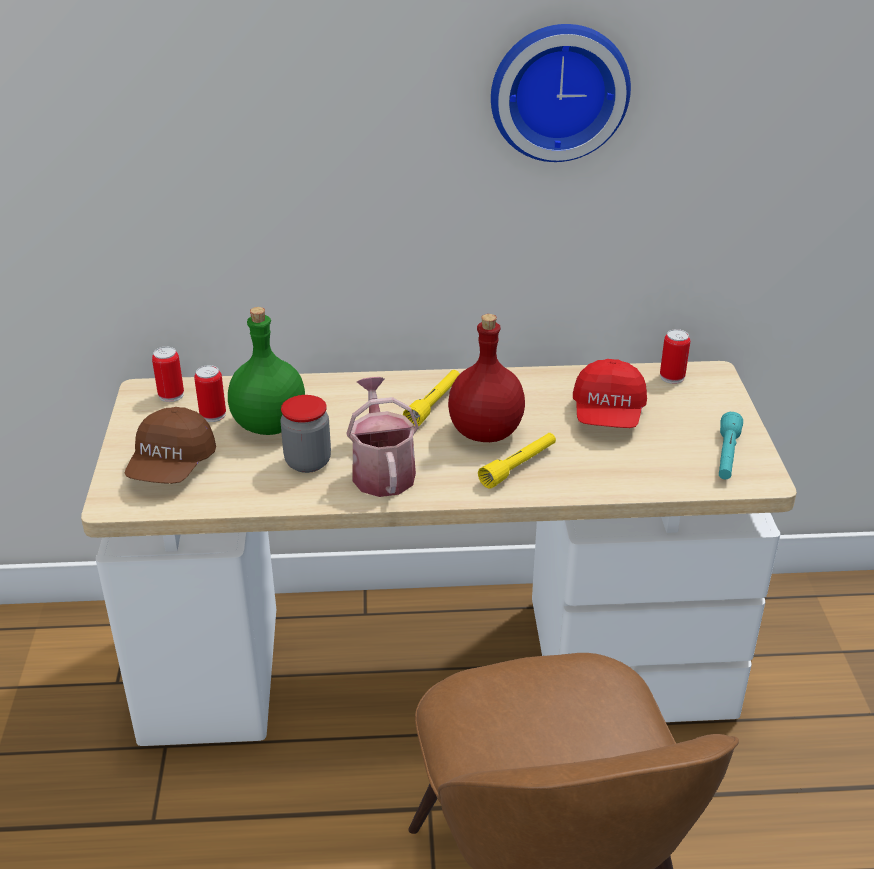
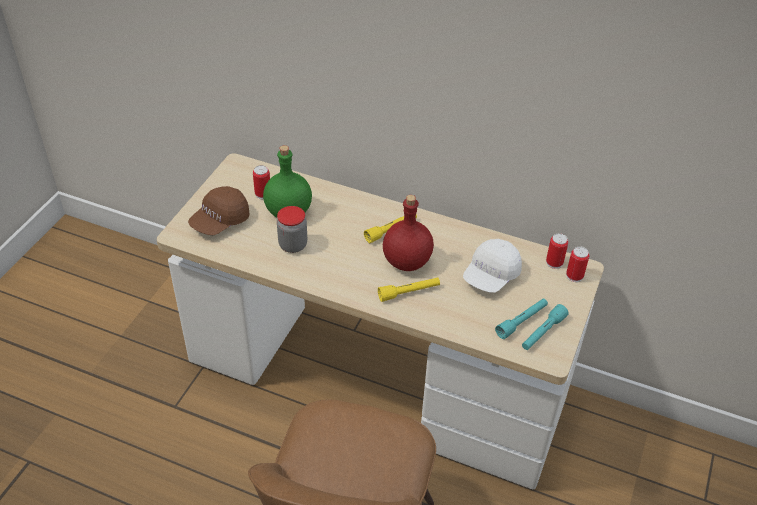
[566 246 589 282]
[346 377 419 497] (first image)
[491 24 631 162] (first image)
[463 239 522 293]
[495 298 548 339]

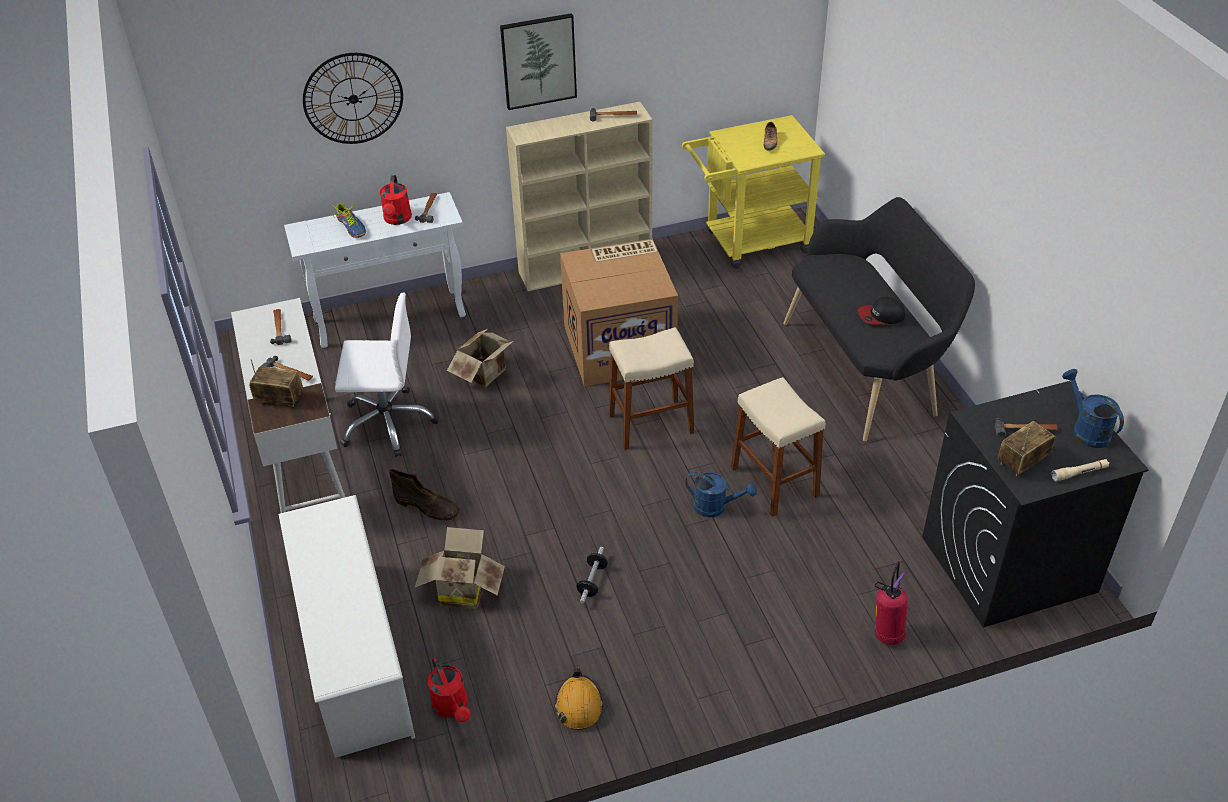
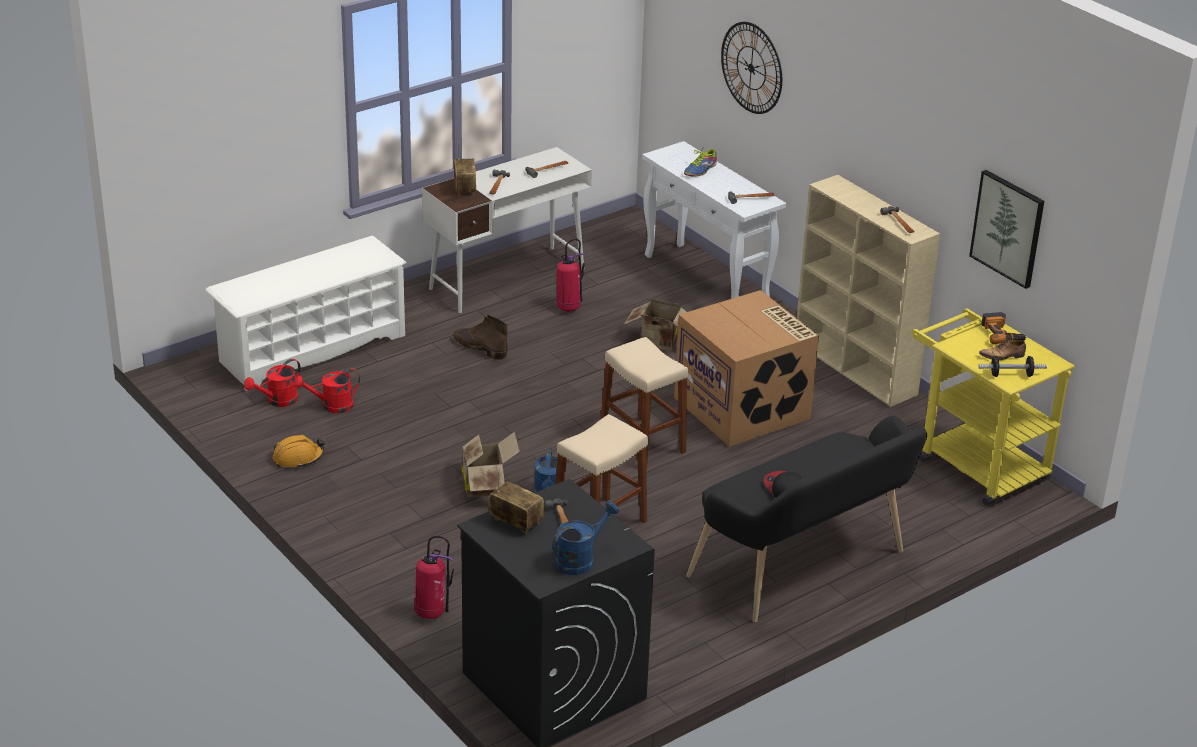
[556 238 587 312]
[294 368 360 413]
[453 315 508 360]
[460 432 520 497]
[969 170 1044 289]
[978 356 1047 377]
[1051 459 1109 481] (first image)
[981 312 1027 344]

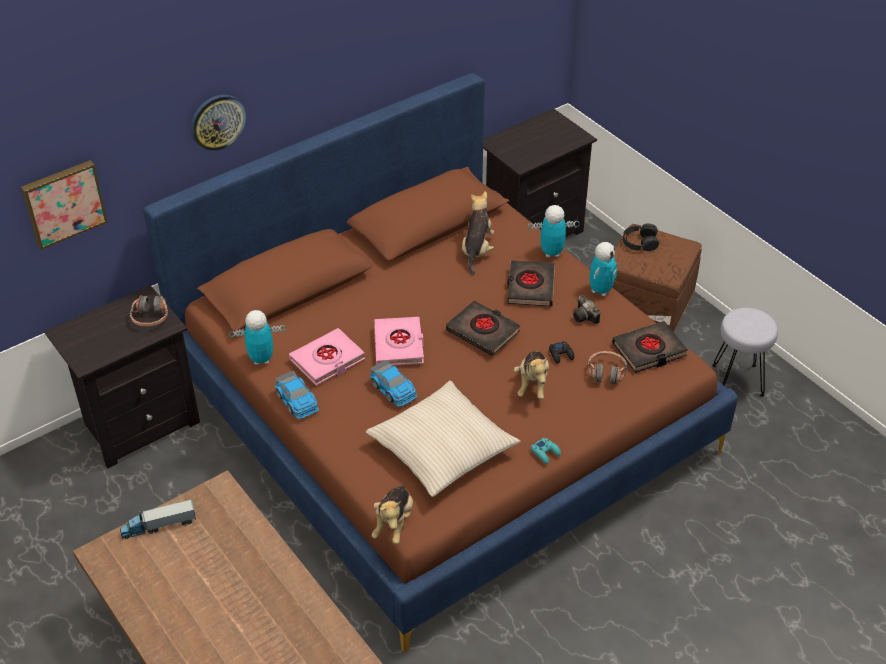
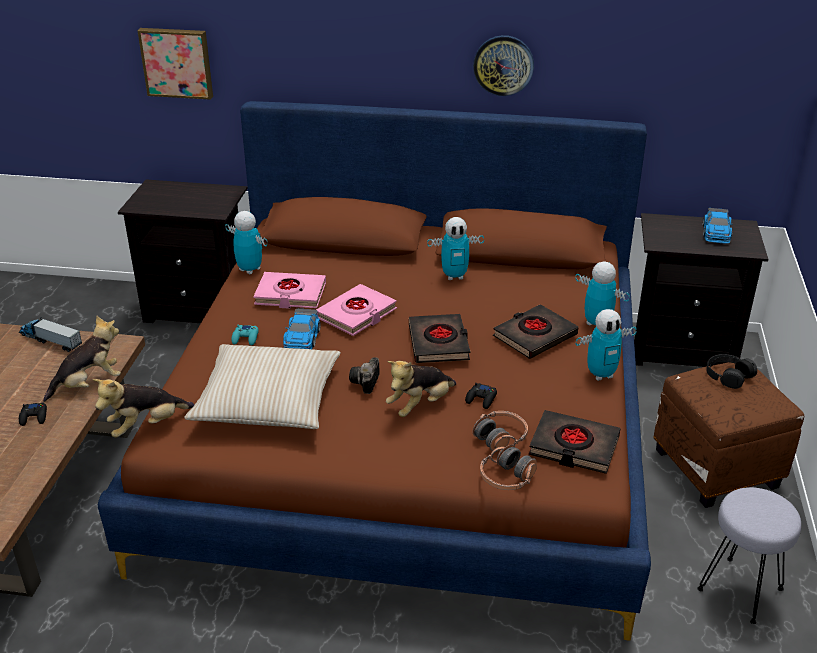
[480 445 537 490]
[473 35 534 96]
[703 208 733 244]
[43 315 121 402]
[231 325 259 345]
[349 357 380 394]
[19 402 47 426]
[427 217 484 280]

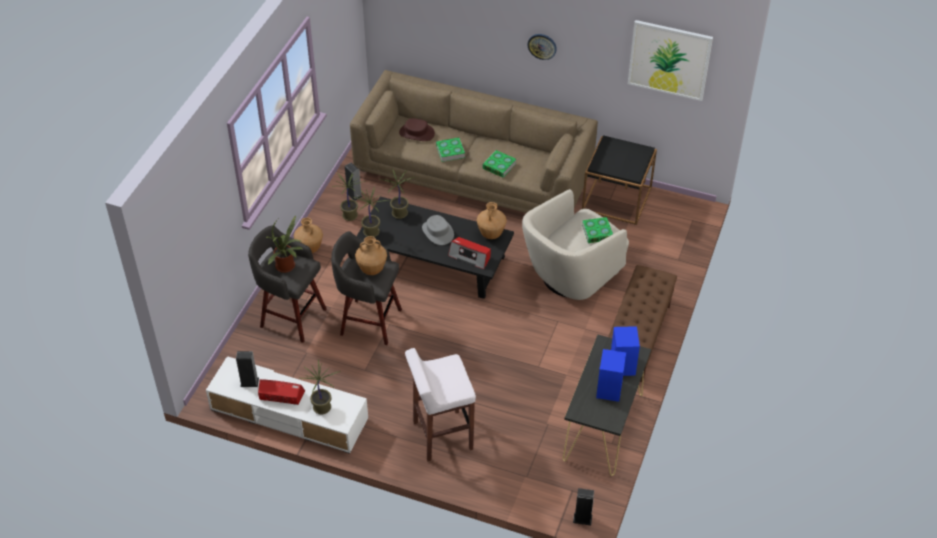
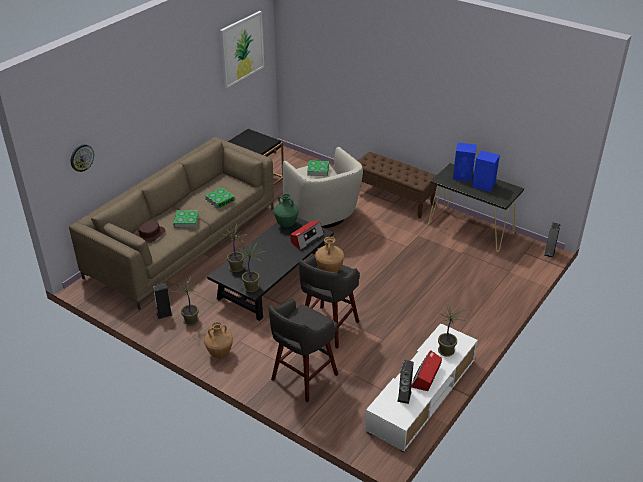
[266 216 303 273] (first image)
[405 348 476 461] (first image)
[422 215 454 245] (first image)
[273 194 299 227]
[71 144 94 172]

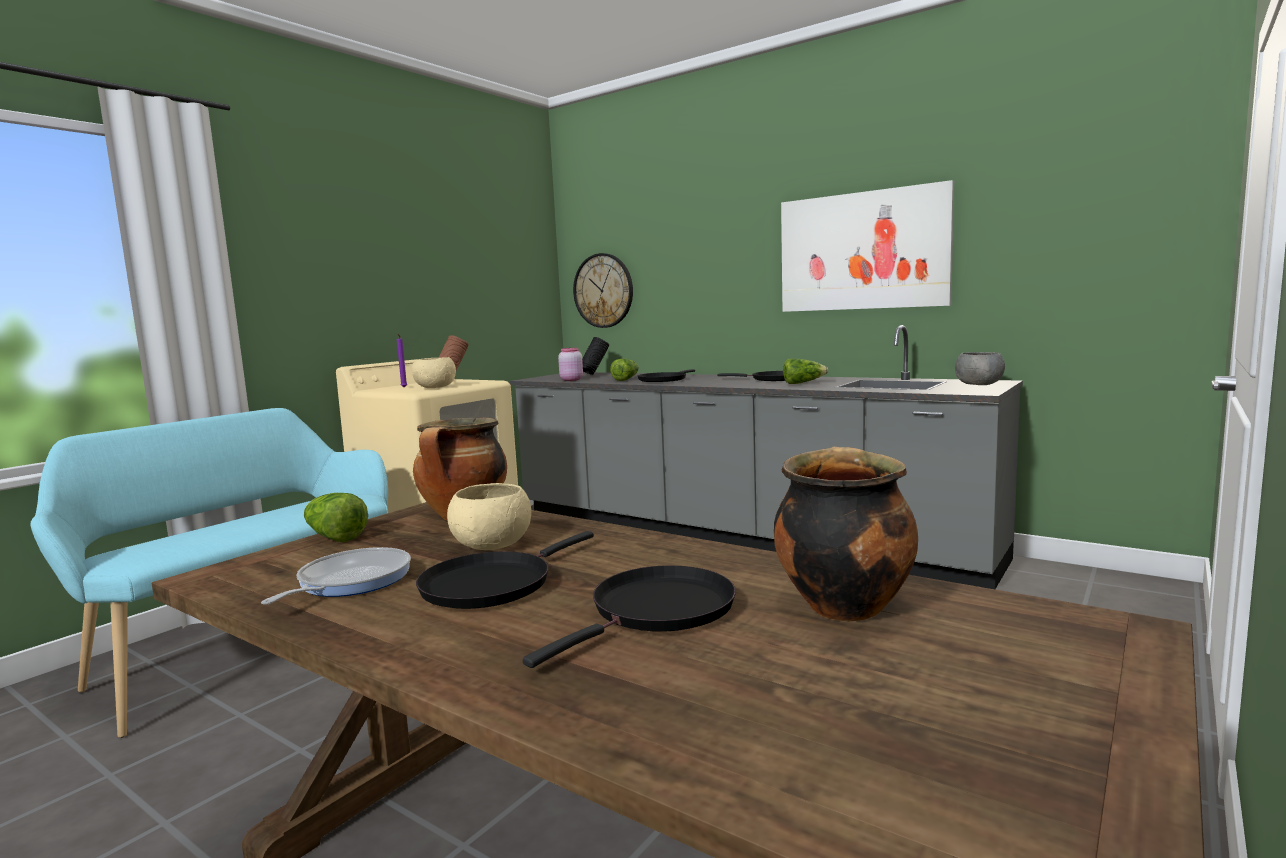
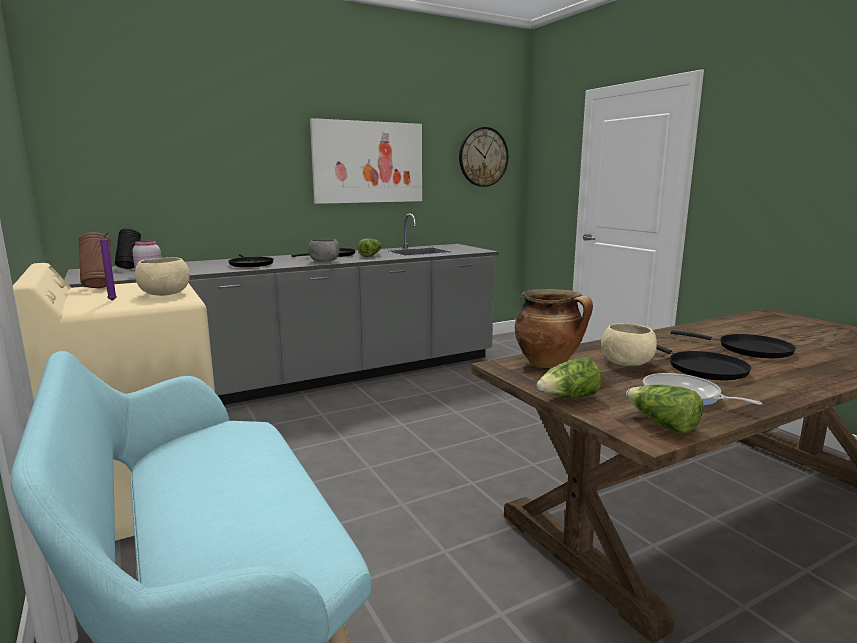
[671 330 796 358]
[459 127 508 187]
[626 384 703 434]
[774 447 918 622] (first image)
[308 239 340 262]

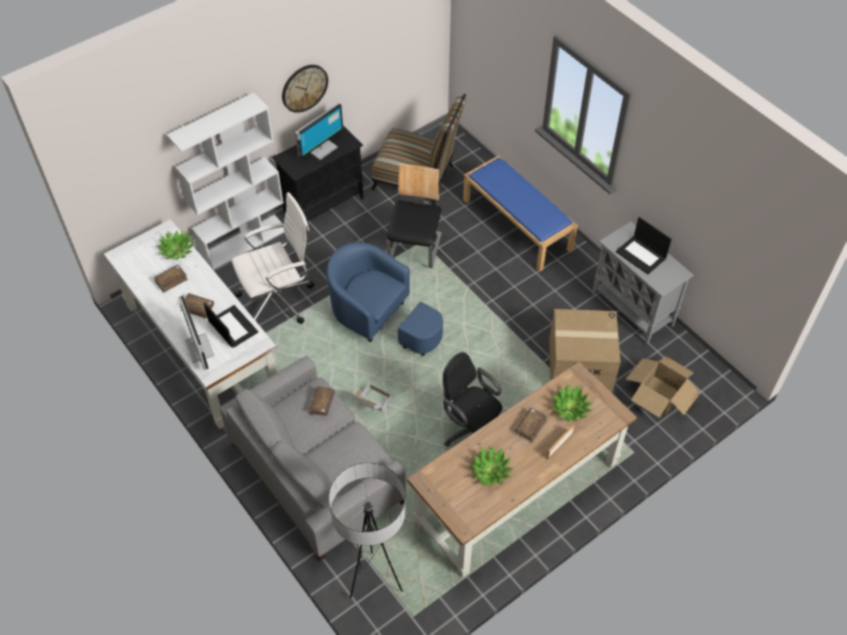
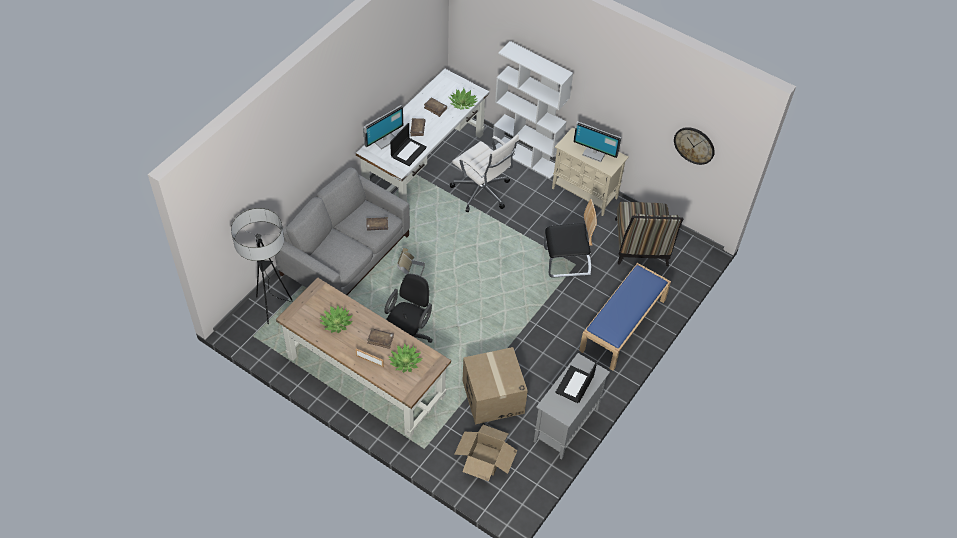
[552 127 629 216]
[674 127 715 165]
[327 242 443 356] (first image)

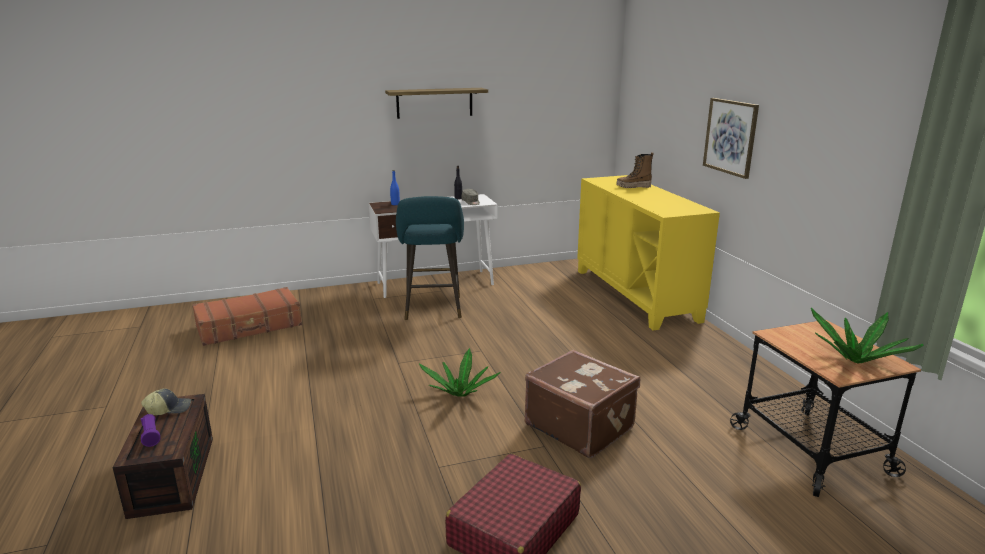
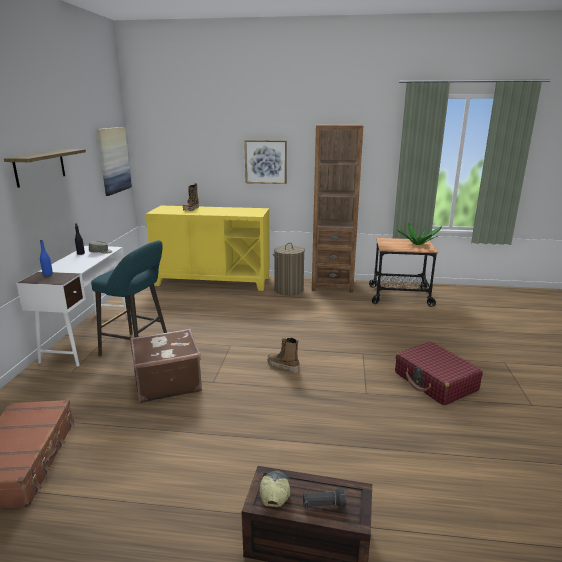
[302 488 346 509]
[268 338 300 373]
[130 329 202 403]
[97 127 132 196]
[273 243 305 296]
[312 124 363 293]

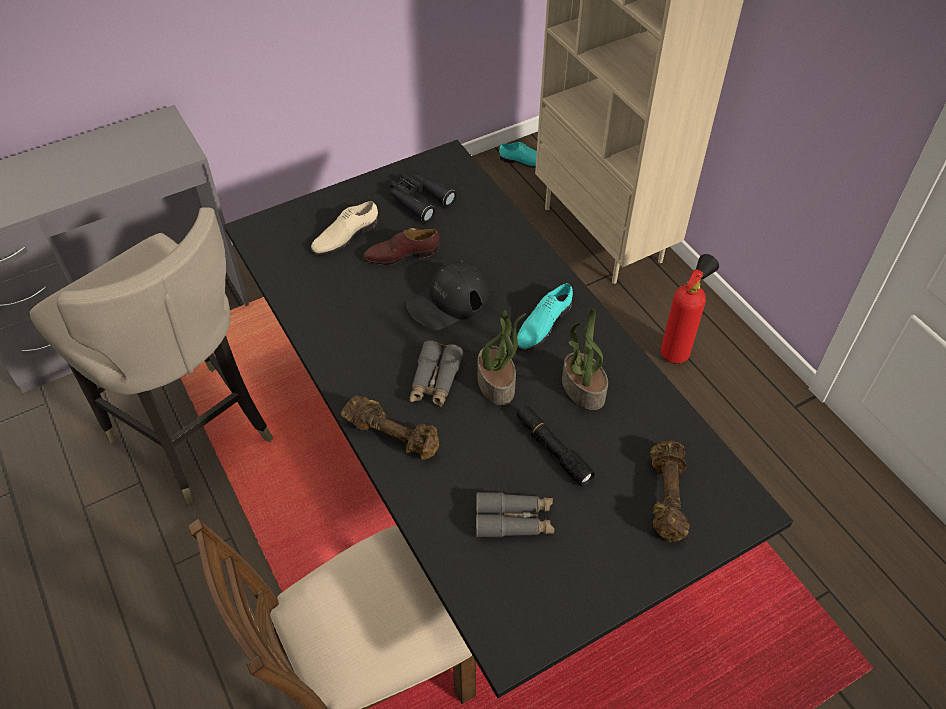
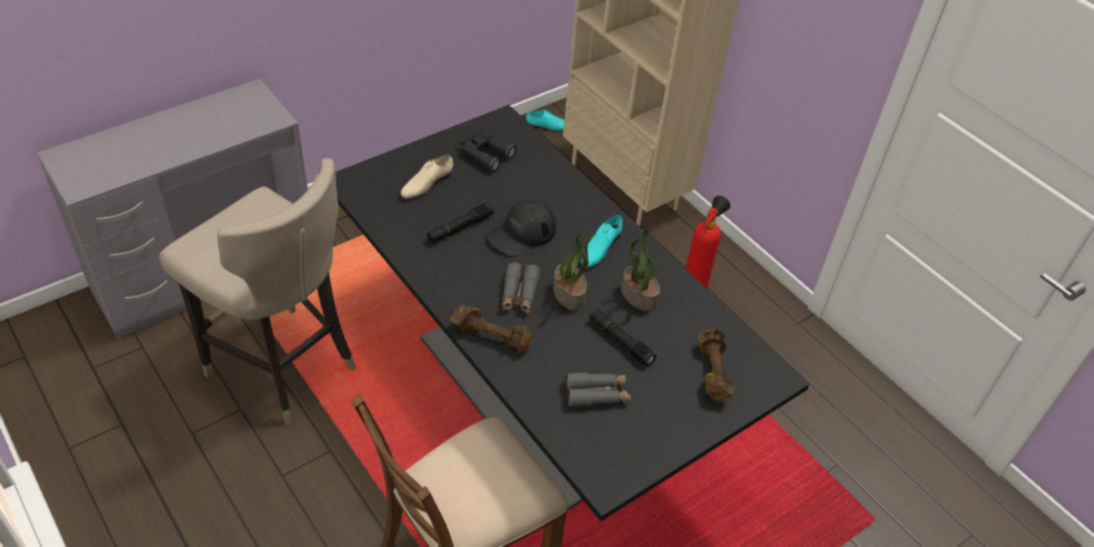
[363 228 439 265] (first image)
[427 202 494 243]

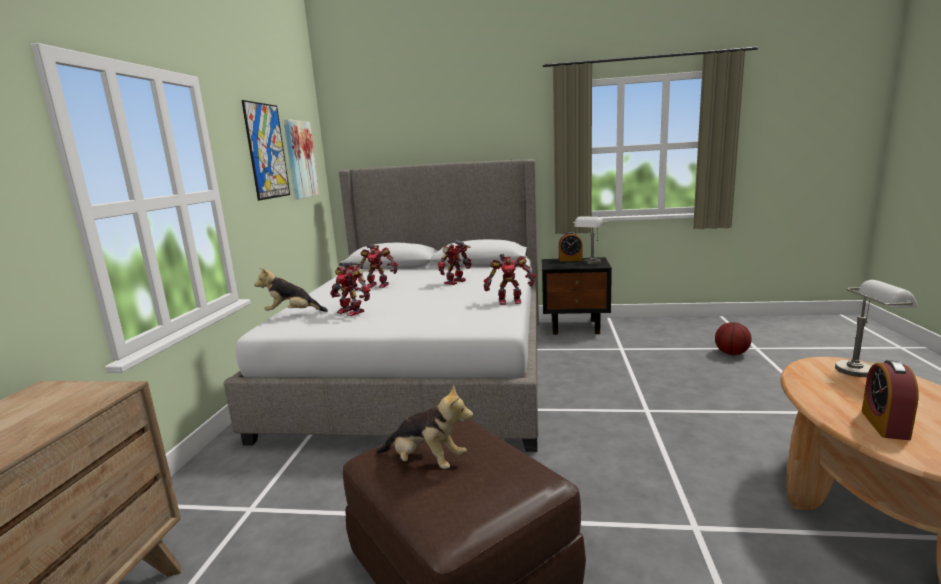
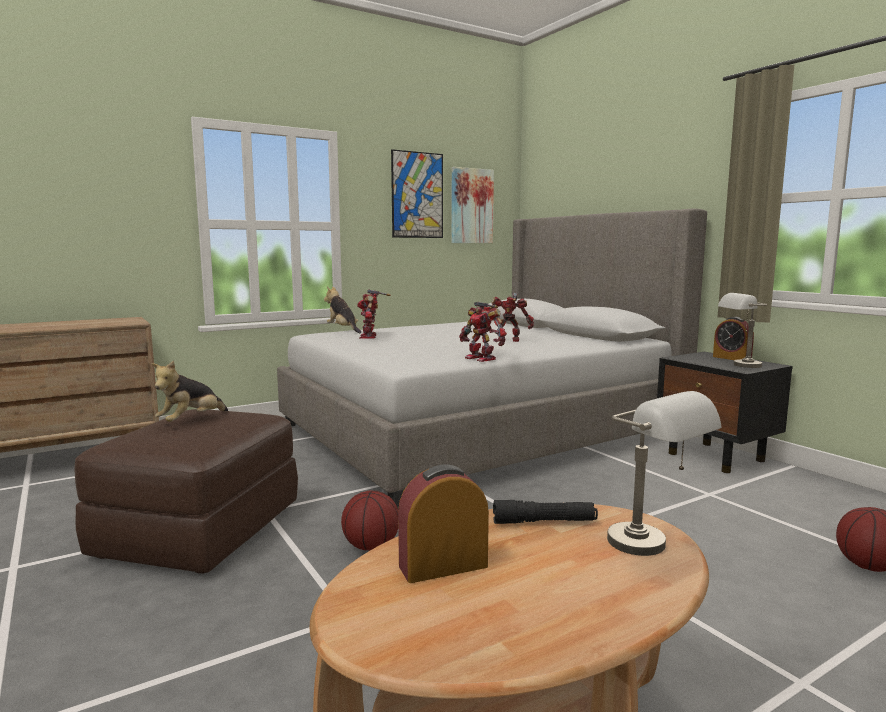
[356 245 398 288] (first image)
[151 361 228 422]
[341 490 398 551]
[493 500 598 524]

